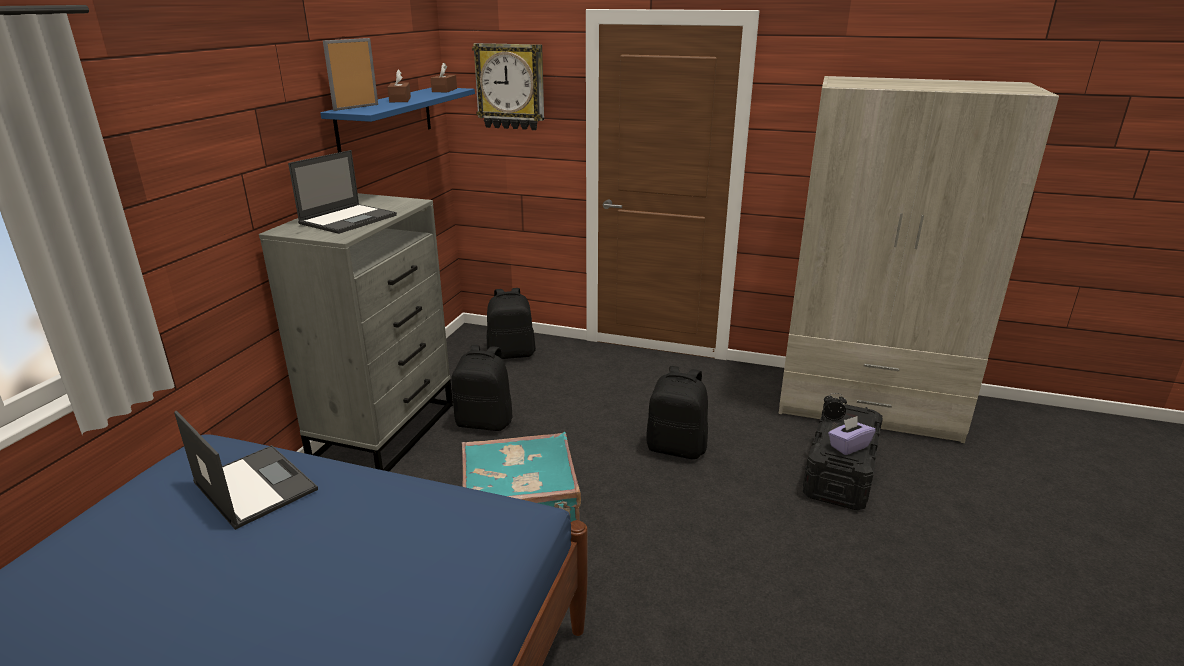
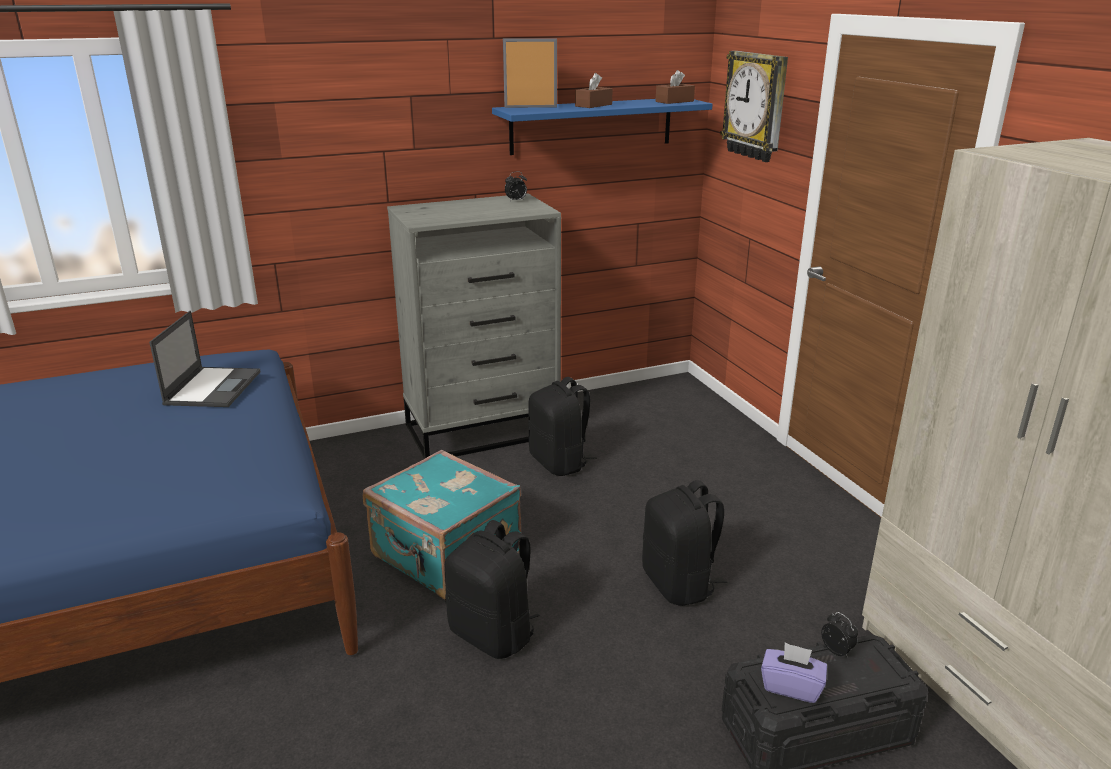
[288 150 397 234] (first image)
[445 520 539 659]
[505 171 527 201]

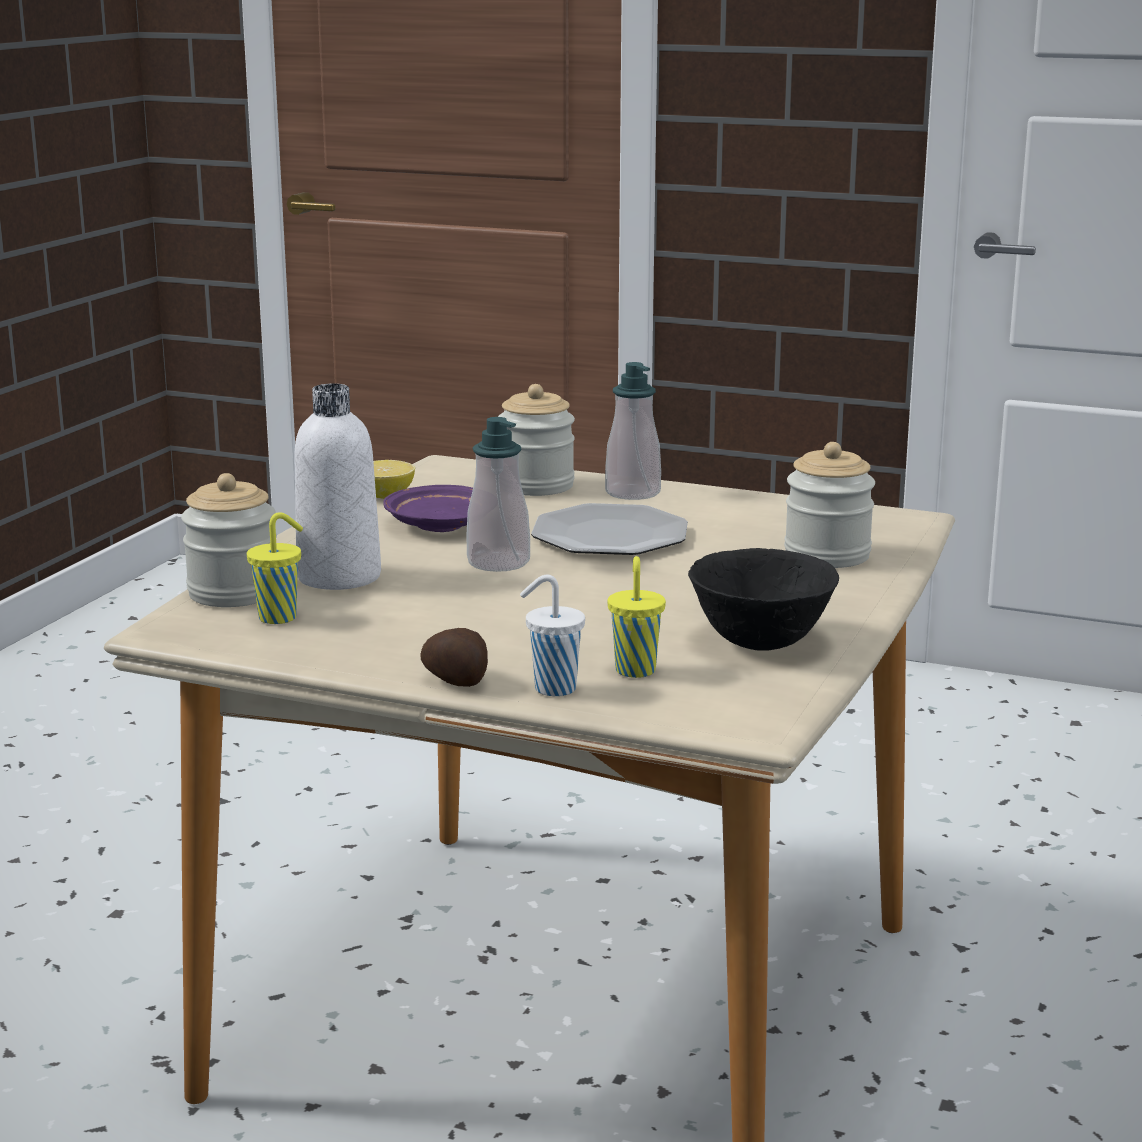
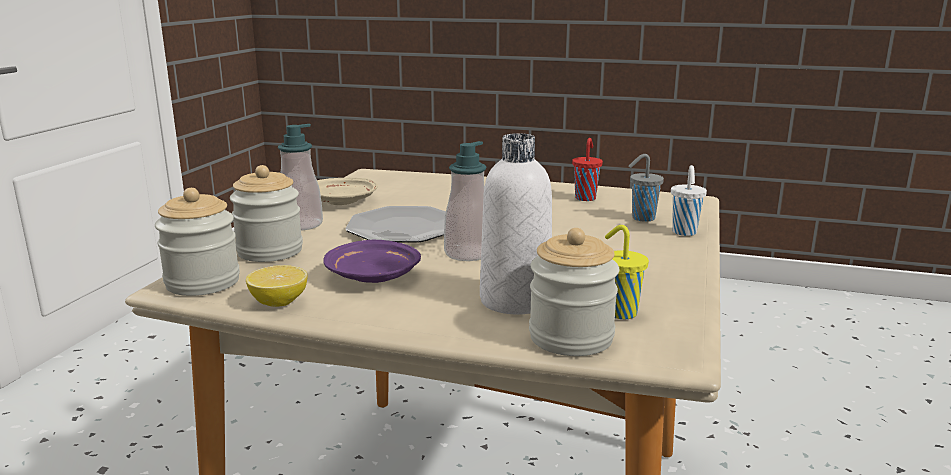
[420 628 488 687] (first image)
[629 154 664 222]
[572 138 603 201]
[155 188 240 296]
[317 178 378 205]

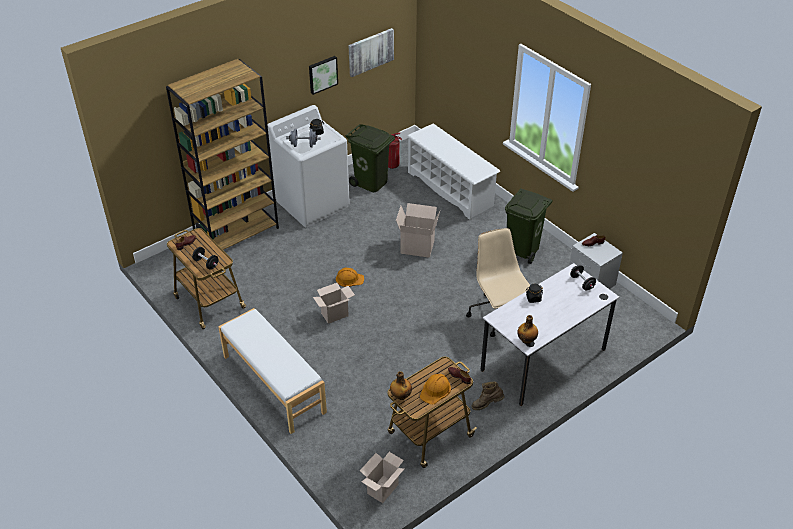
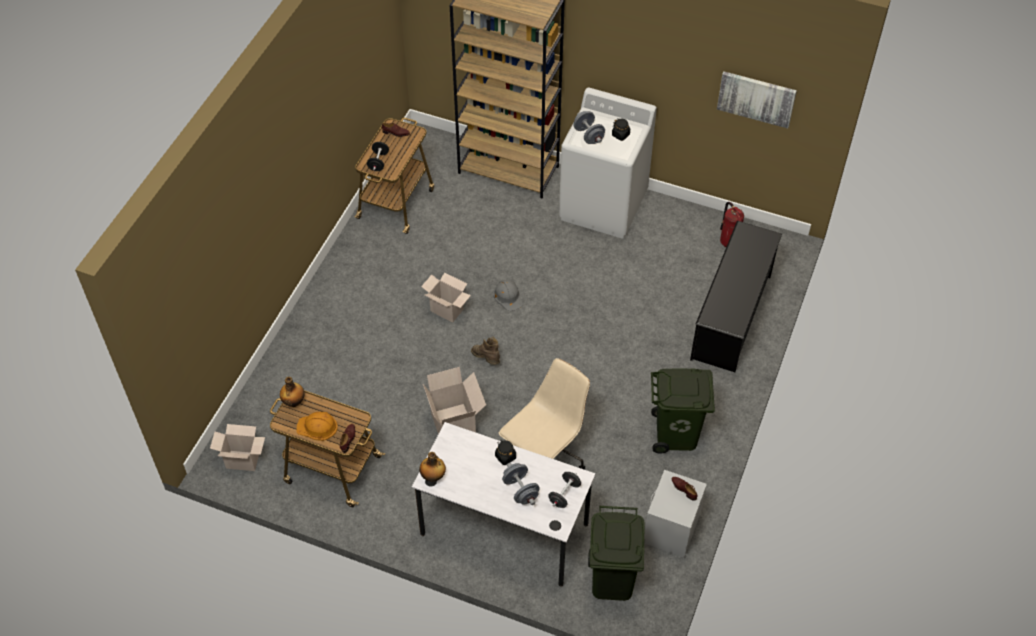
[218 308 327 434] (first image)
[309 56 338 95] (first image)
[493 280 523 311]
[588 506 645 601]
[423 367 486 434]
[690 221 782 372]
[471 337 500 365]
[502 463 540 505]

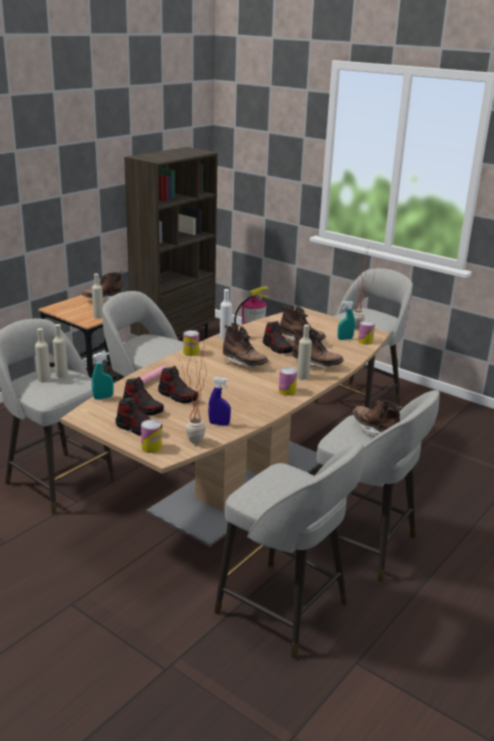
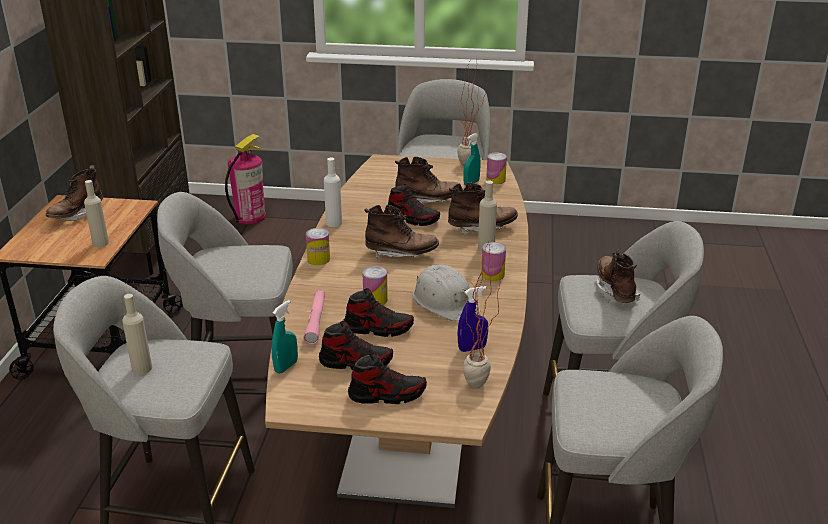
[53 324 68 377] (first image)
[362 266 388 305]
[596 251 640 303]
[413 265 480 321]

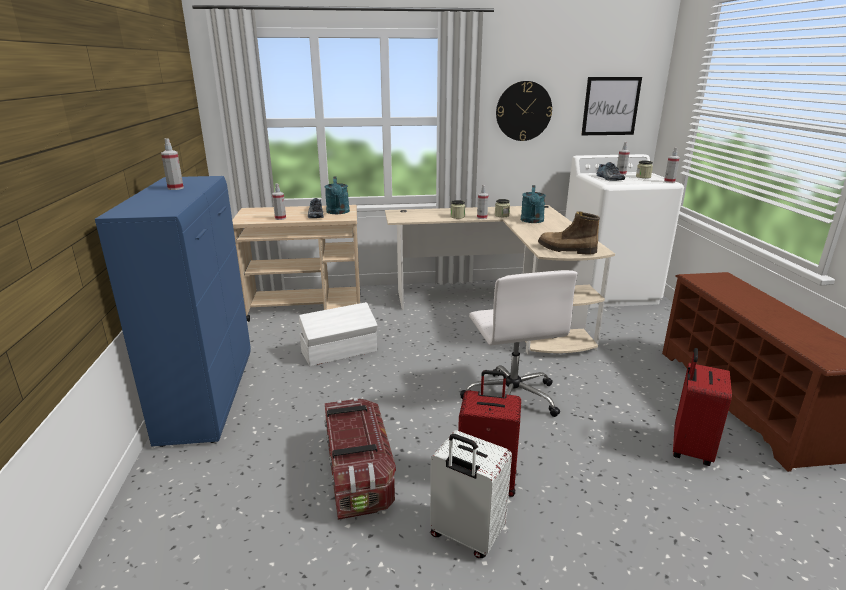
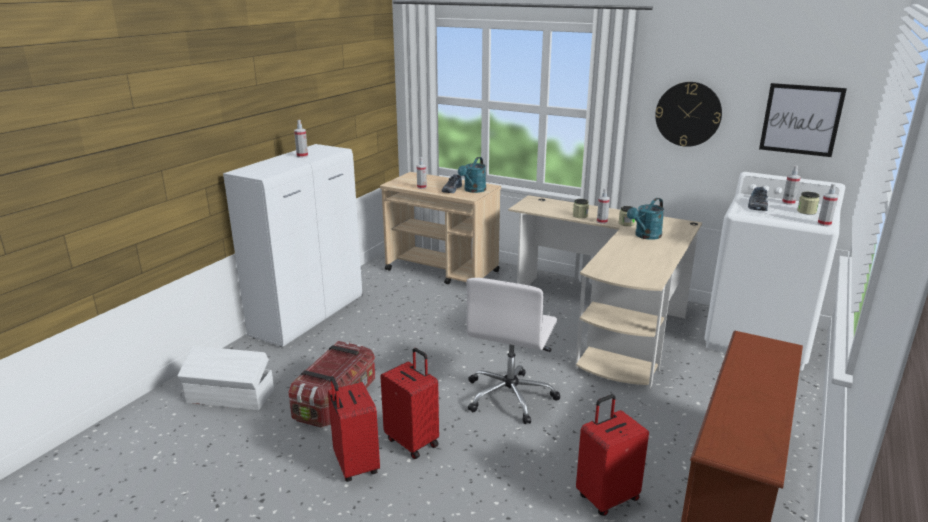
[223 144 362 347]
[178 346 274 410]
[328 376 380 482]
[538 212 600 254] (first image)

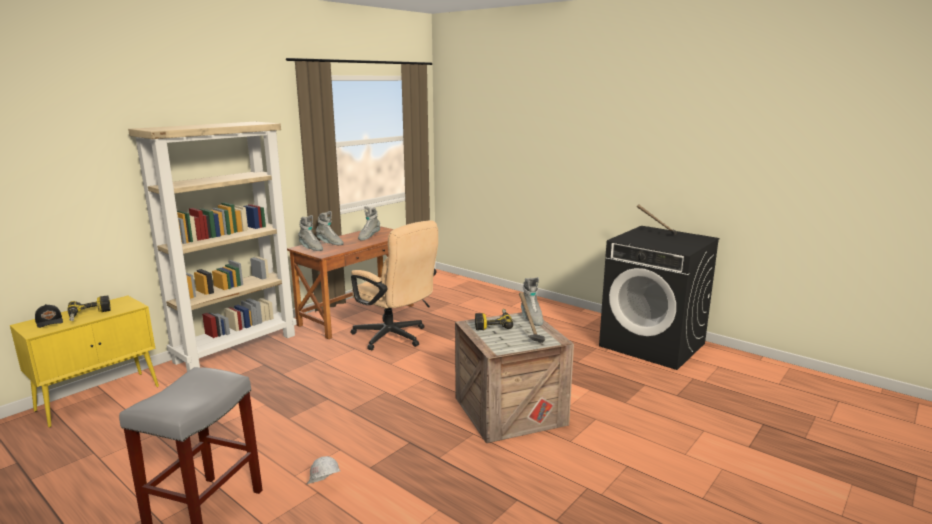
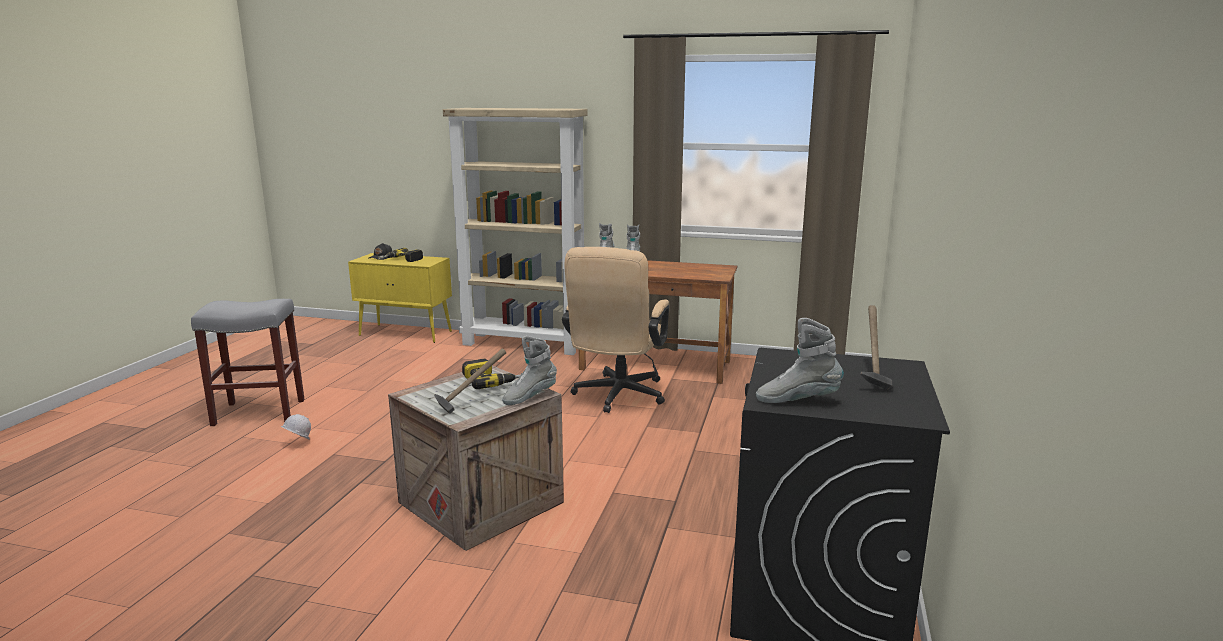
[756 318 844 403]

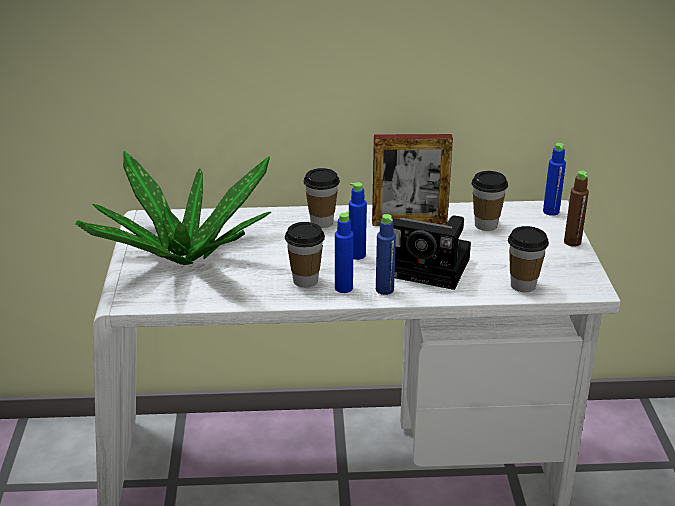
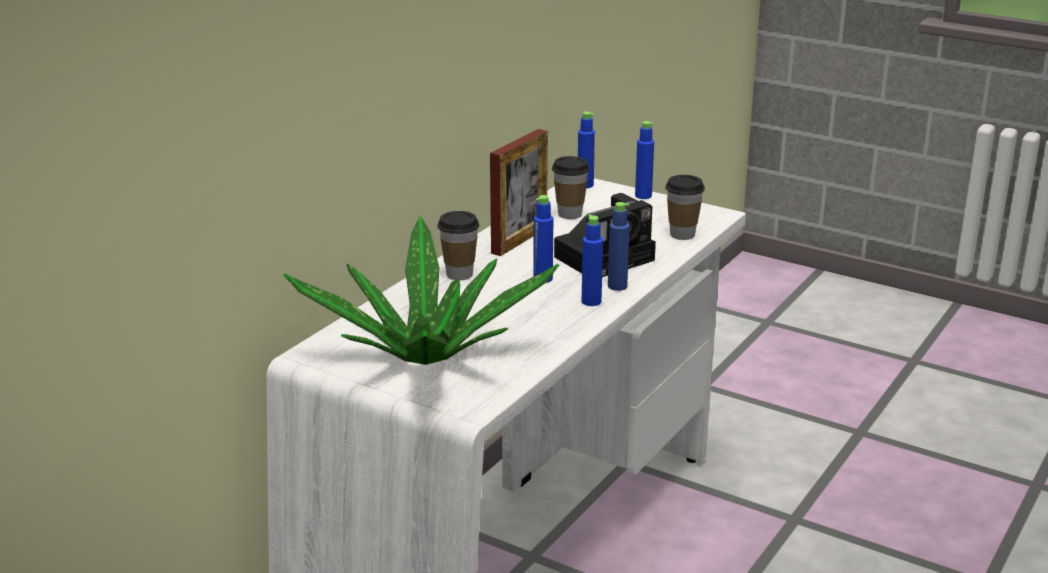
[285 222 325 288] (first image)
[635 121 654 199]

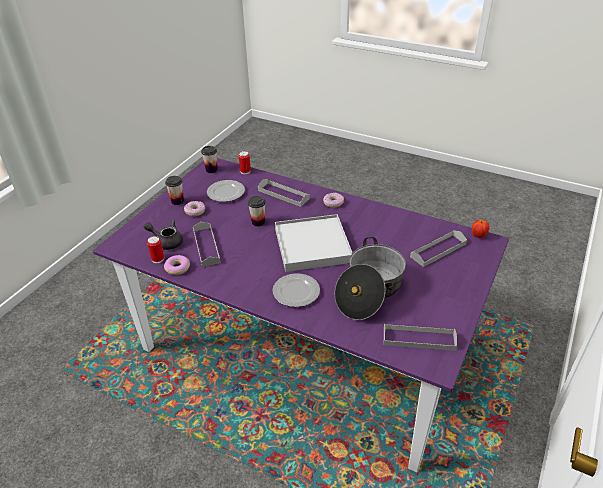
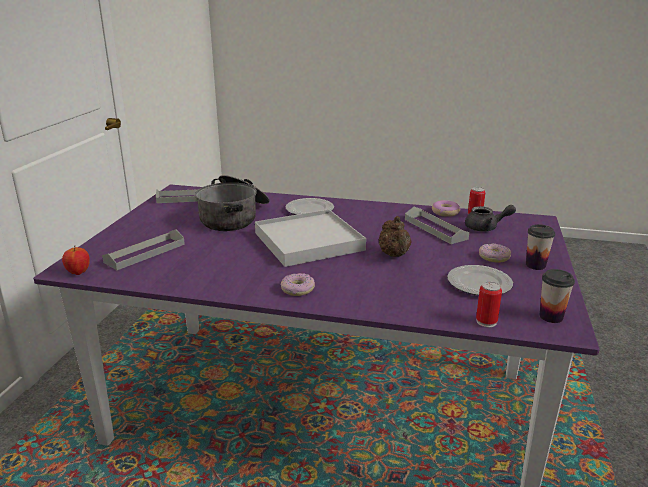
[378 216 411 257]
[258 179 310 207] (first image)

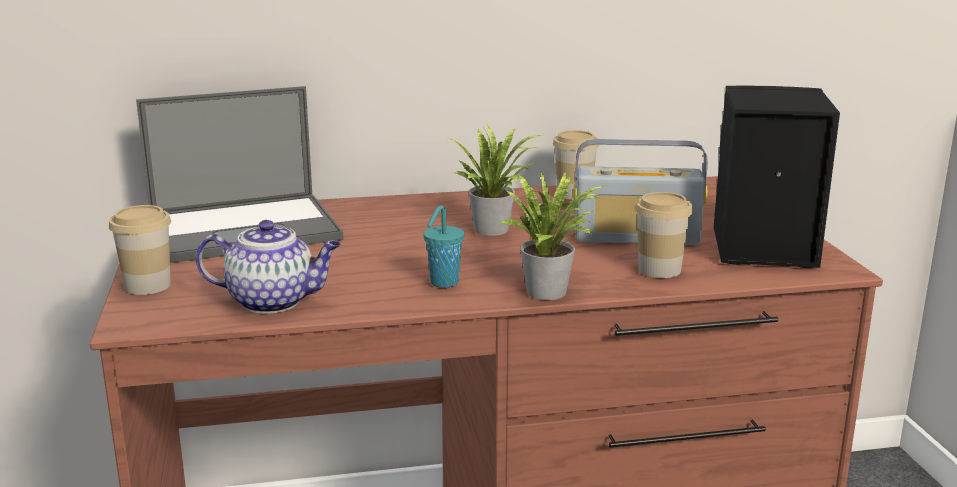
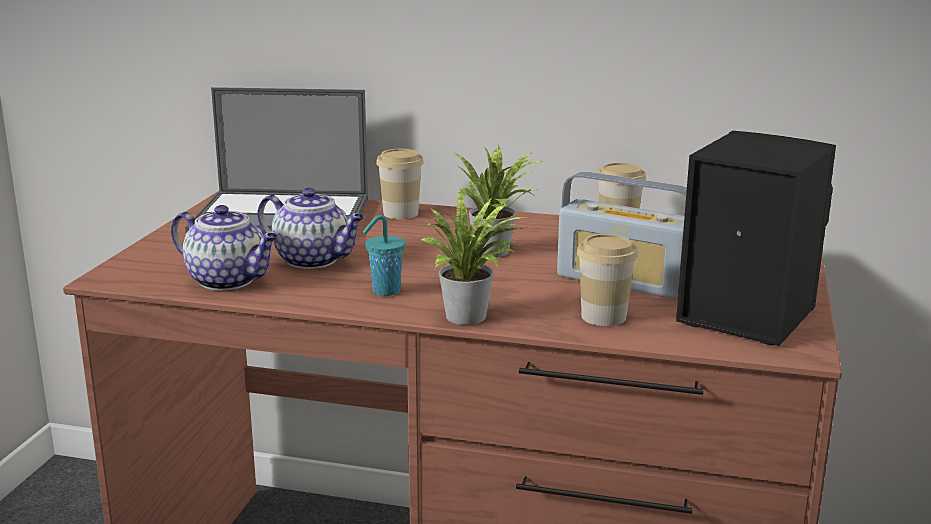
[376 149 424 219]
[257 188 365 269]

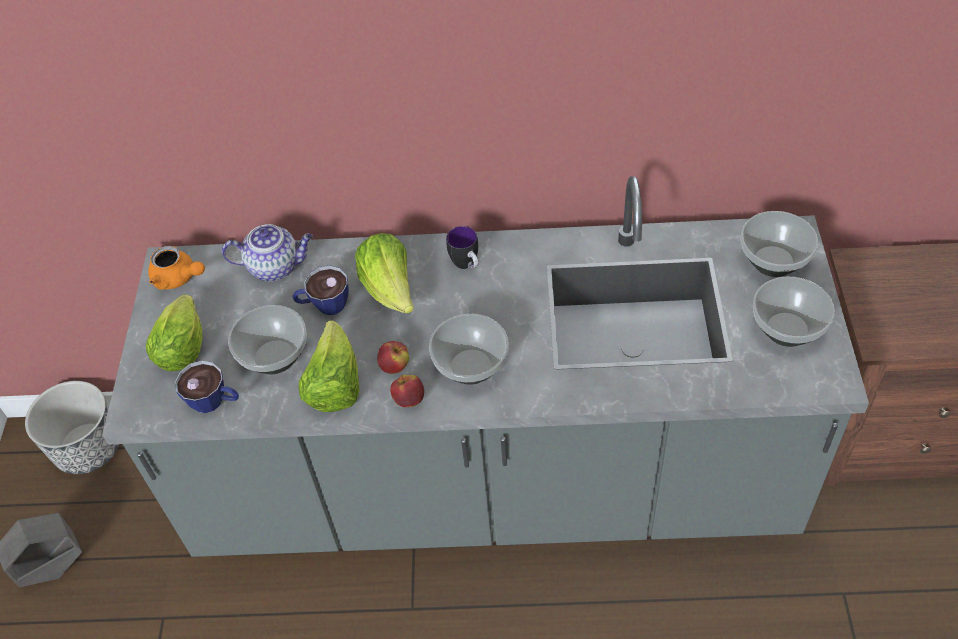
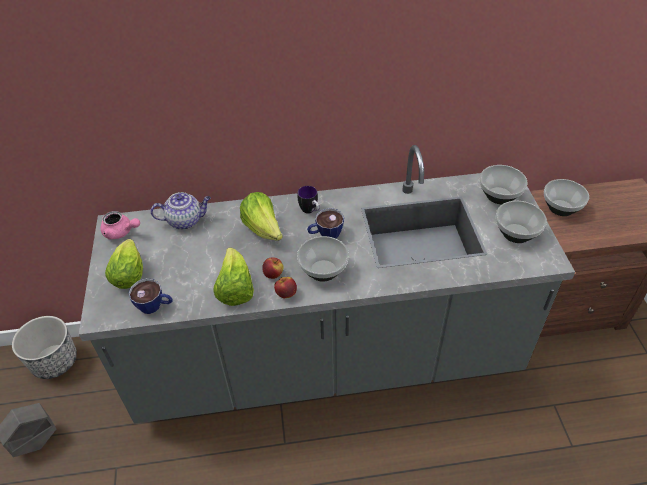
[101 211 140 239]
[544 179 589 216]
[307 208 344 238]

